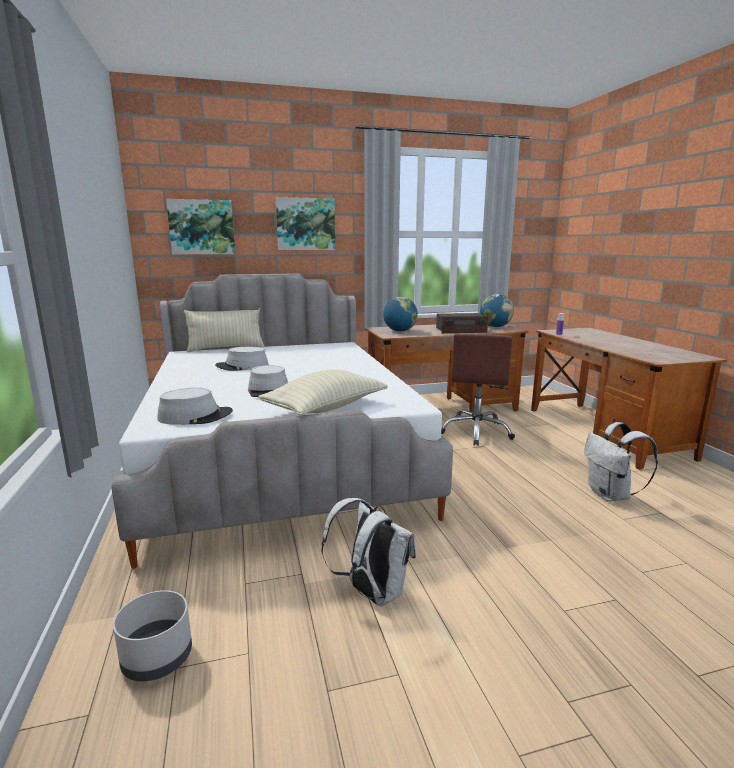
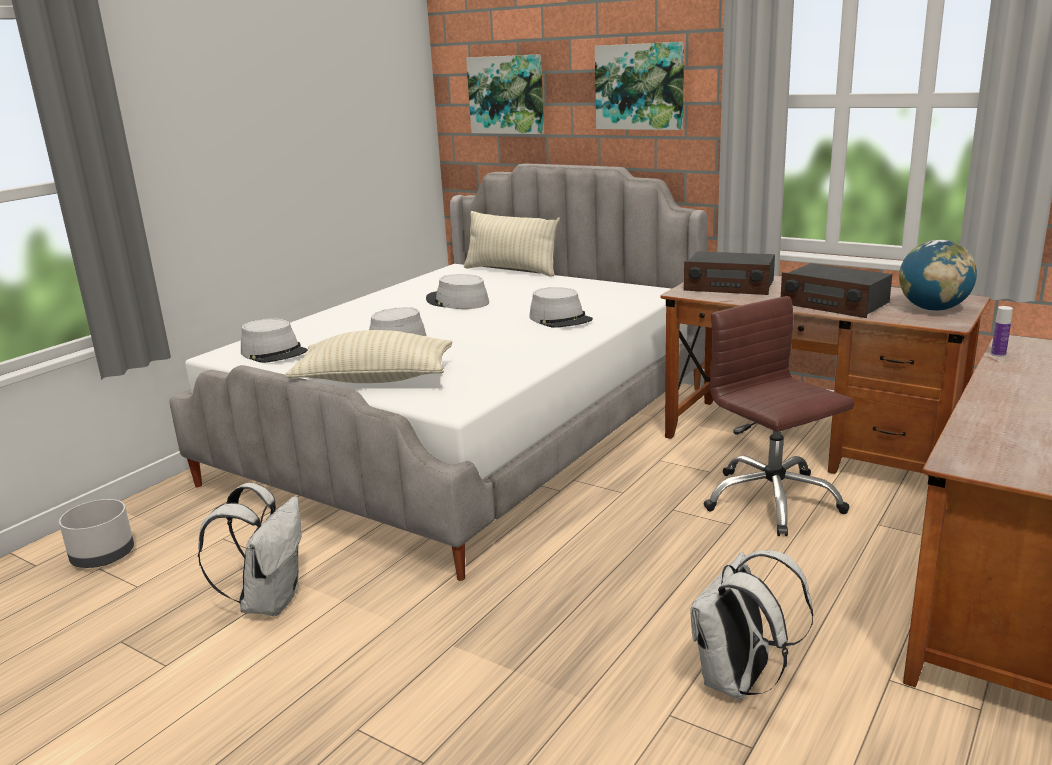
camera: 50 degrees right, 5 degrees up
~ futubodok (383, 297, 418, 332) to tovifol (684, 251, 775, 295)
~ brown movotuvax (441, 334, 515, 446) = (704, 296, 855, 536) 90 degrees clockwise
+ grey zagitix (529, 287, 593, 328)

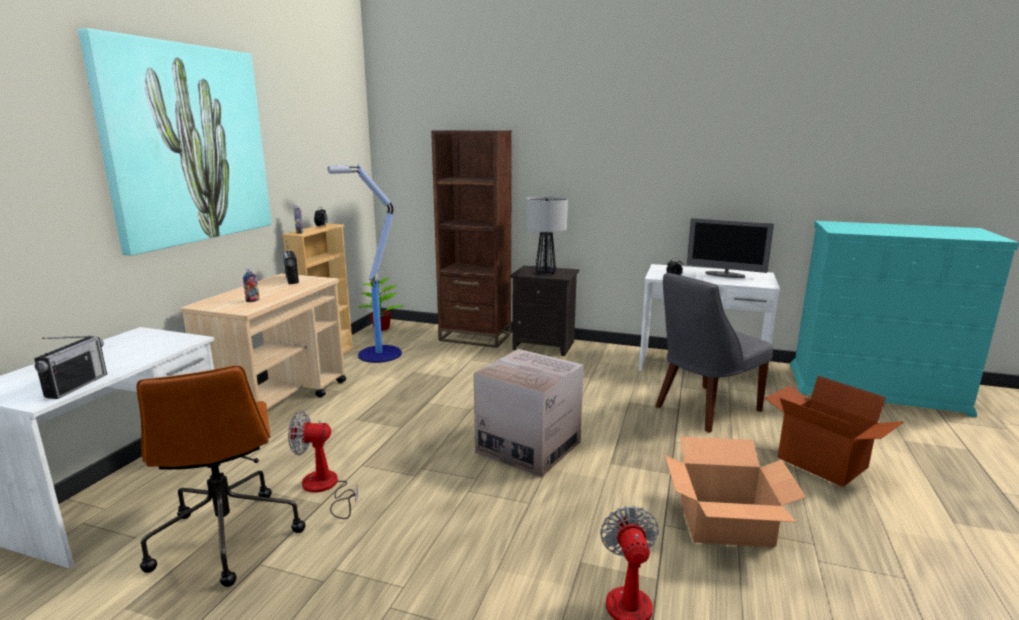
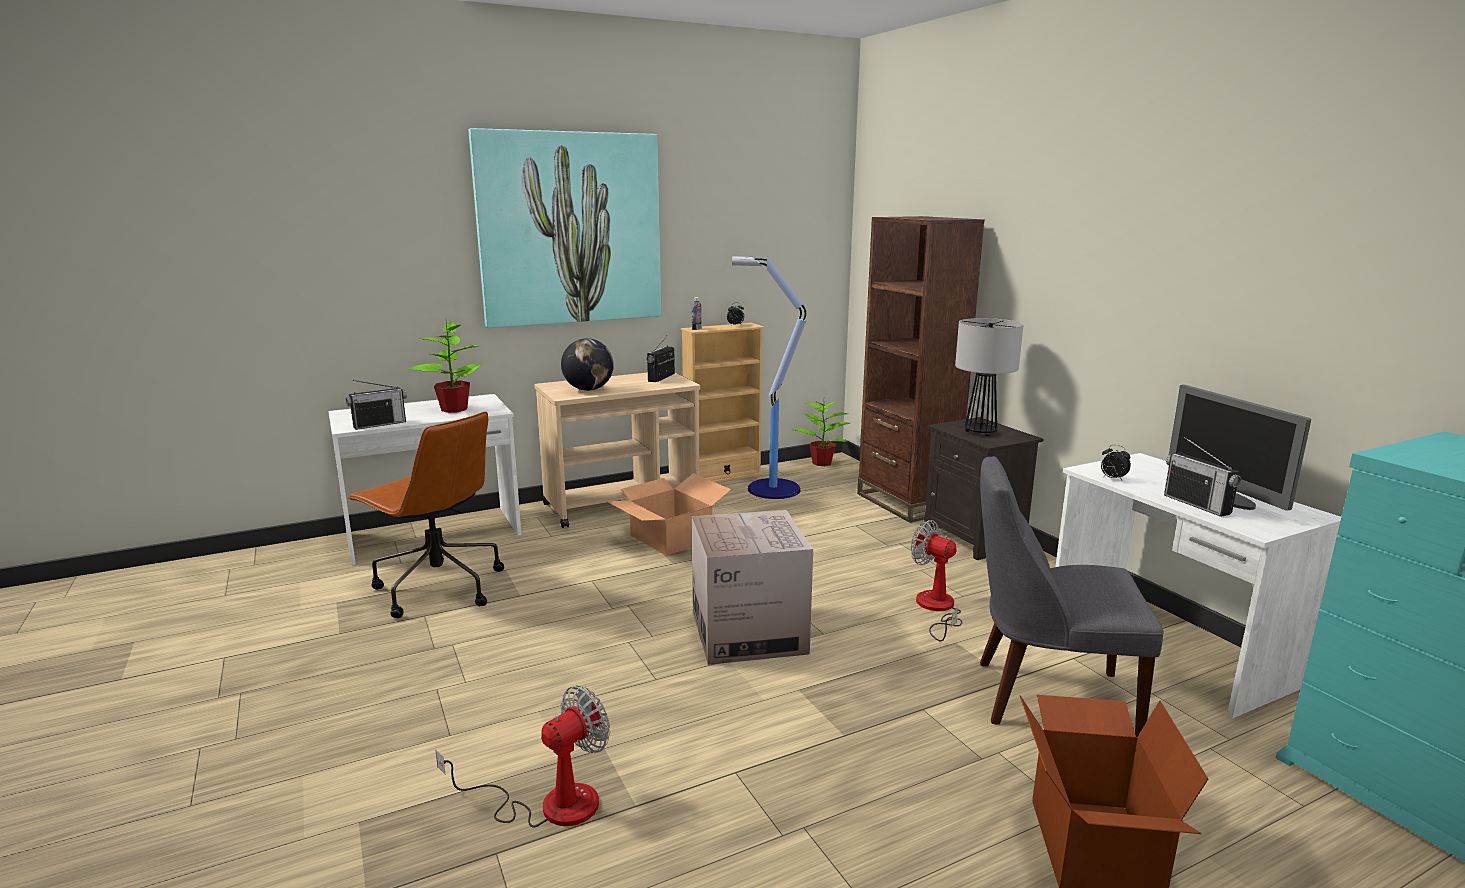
camera: 45 degrees right, 0 degrees up
~ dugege (243, 267, 259, 302) to futubodok (561, 338, 614, 391)
~ brown movotuvax (136, 365, 306, 587) = (347, 411, 504, 618) 75 degrees counterclockwise
~ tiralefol (288, 411, 358, 519) to (911, 520, 962, 641)
~ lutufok (665, 437, 806, 547) to (606, 473, 731, 556)
+ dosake (407, 318, 482, 413)
+ tovifol (1164, 437, 1241, 517)

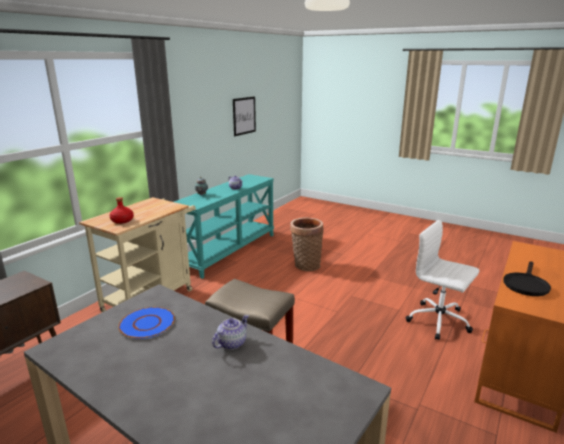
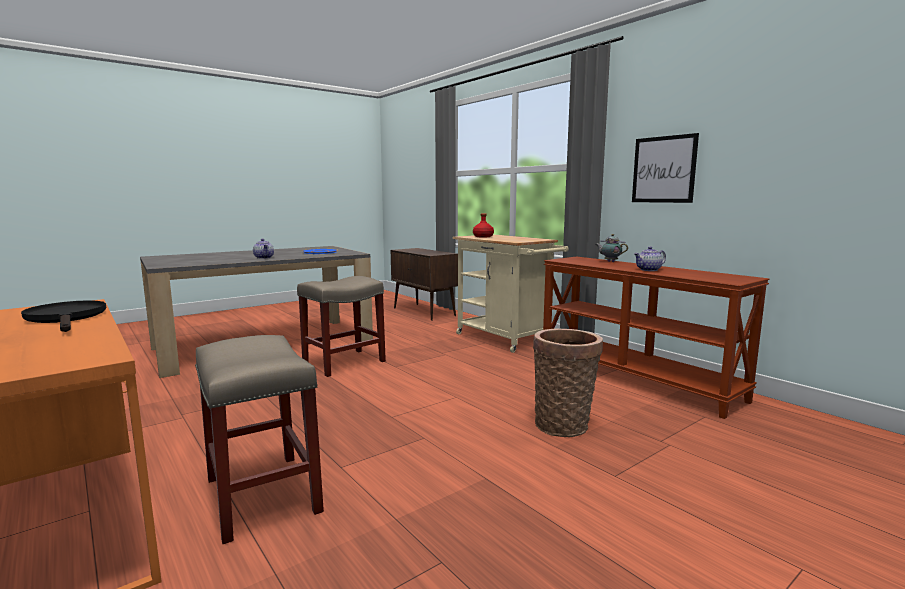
camera: 110 degrees right, 10 degrees down
~ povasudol (233, 96, 256, 136) to (632, 133, 699, 203)
~ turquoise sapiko (174, 174, 274, 279) to brown sapiko (543, 257, 769, 419)
~ white movotuvax (405, 220, 479, 340) to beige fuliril (195, 335, 324, 544)

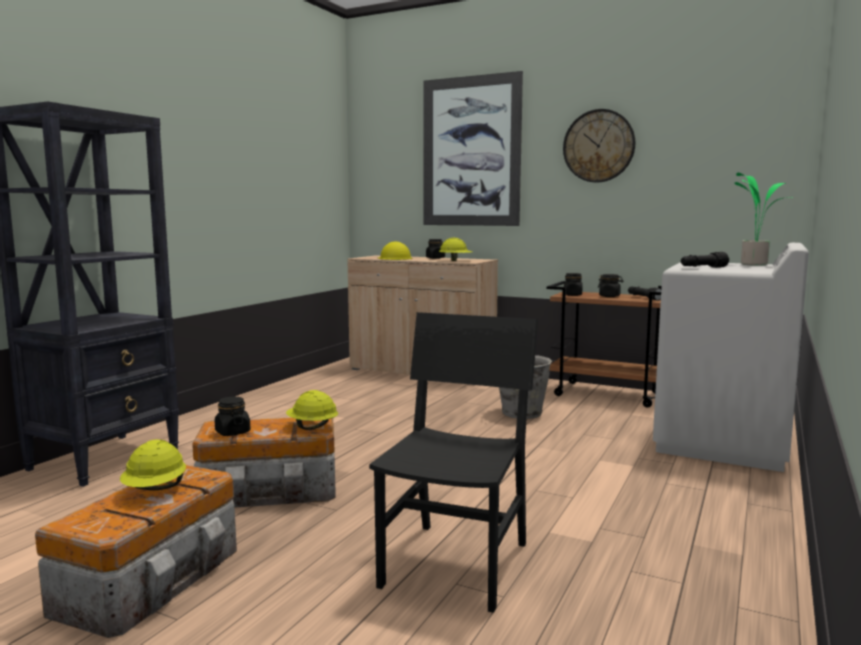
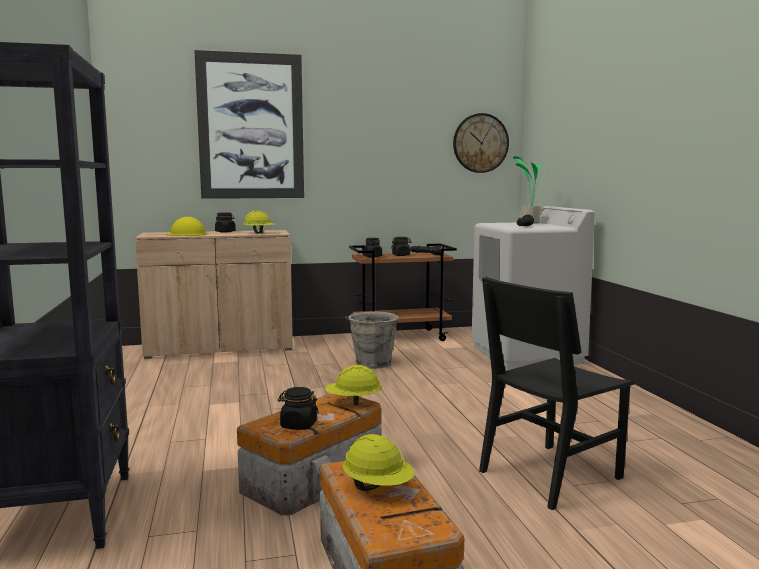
camera: 40 degrees left, 0 degrees up
~ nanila (563, 109, 635, 183) to (453, 113, 509, 173)
~ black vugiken (369, 312, 538, 613) = (479, 277, 635, 510) 105 degrees counterclockwise

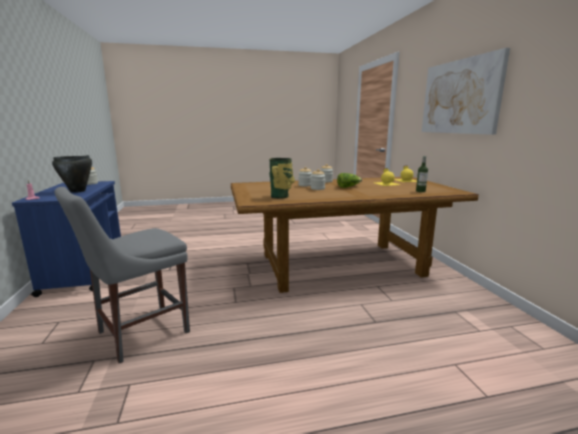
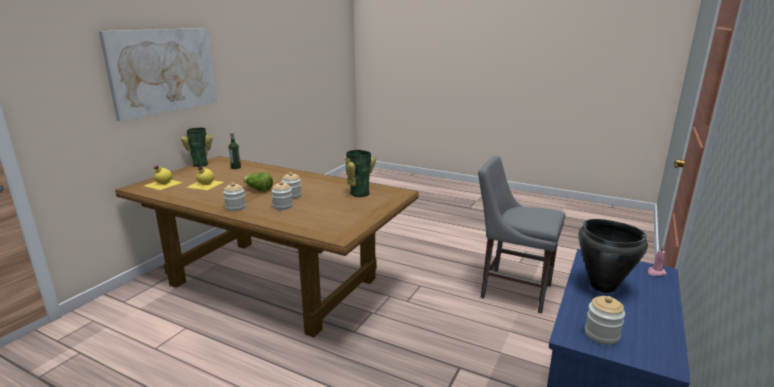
camera: 140 degrees left, 5 degrees up
~ grey vugiken (55, 187, 190, 363) = (478, 156, 565, 314) 150 degrees counterclockwise
+ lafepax (181, 128, 212, 167)

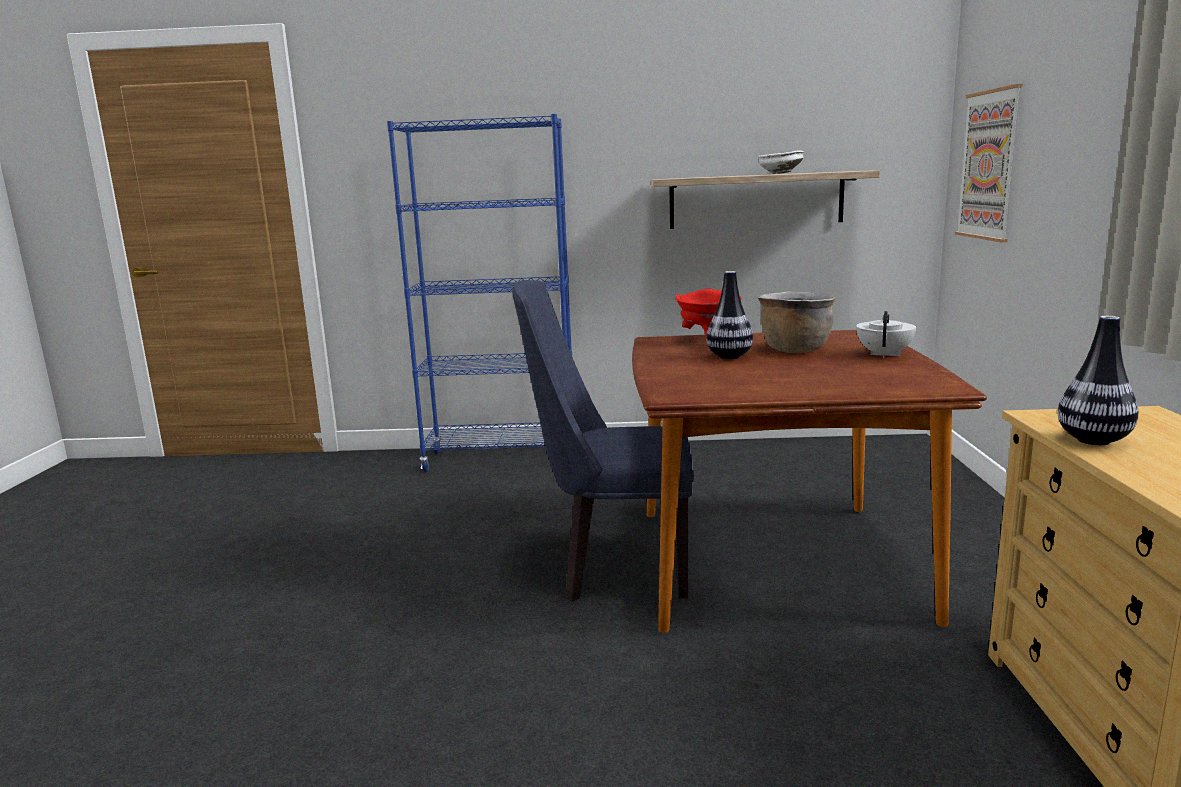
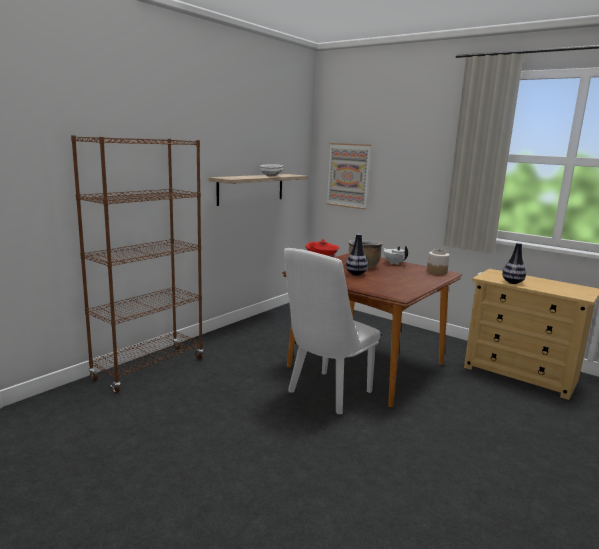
camera: 55 degrees left, 0 degrees up
~ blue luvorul (387, 114, 572, 472) to brown luvorul (71, 135, 204, 393)
~ blue vugiken (512, 280, 694, 602) to white vugiken (284, 248, 381, 414)
+ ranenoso (427, 249, 450, 275)

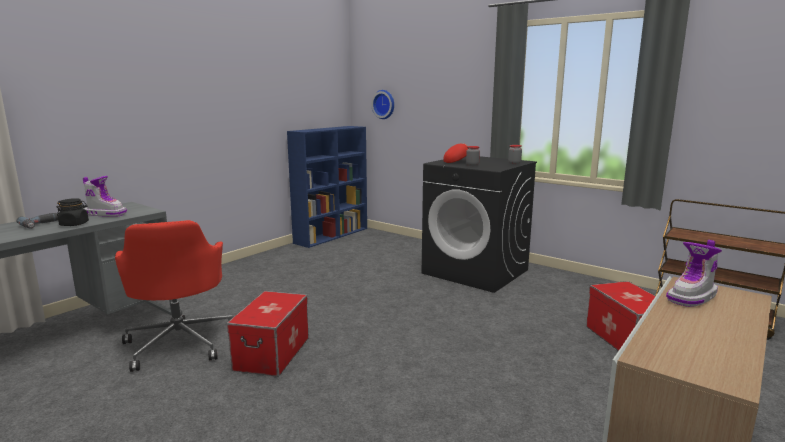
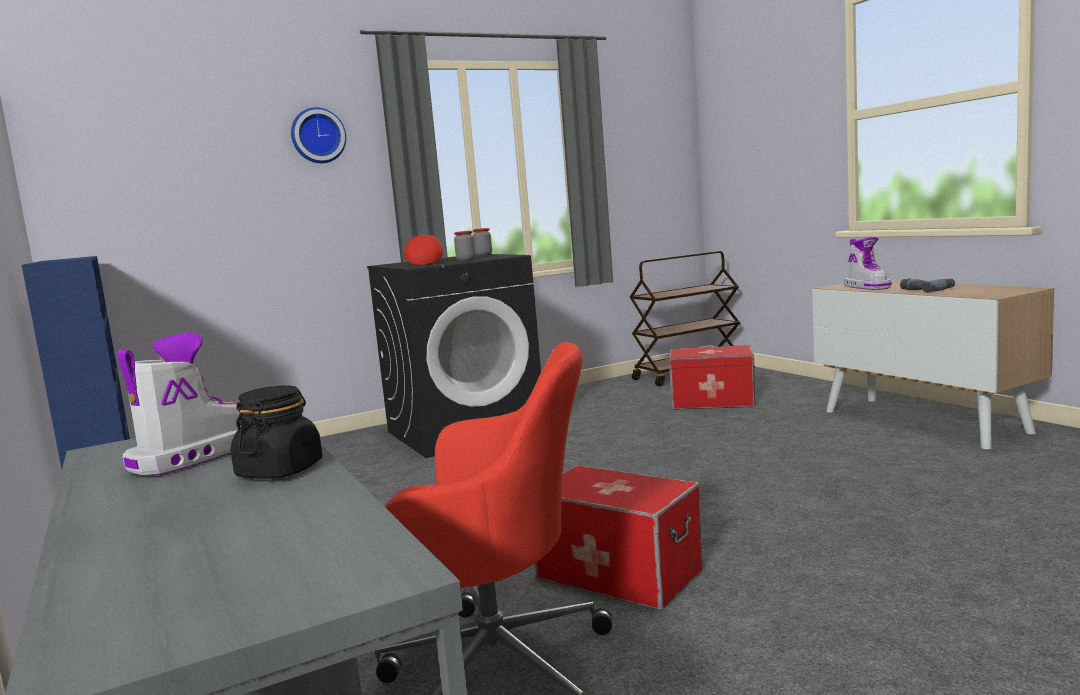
camera: 65 degrees left, 5 degrees down
~ nanila (371, 90, 394, 119) to (291, 107, 346, 163)
~ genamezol (16, 213, 58, 229) to (900, 279, 955, 292)

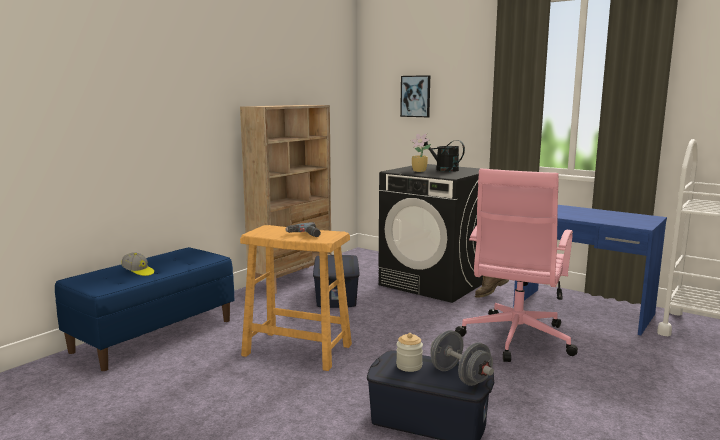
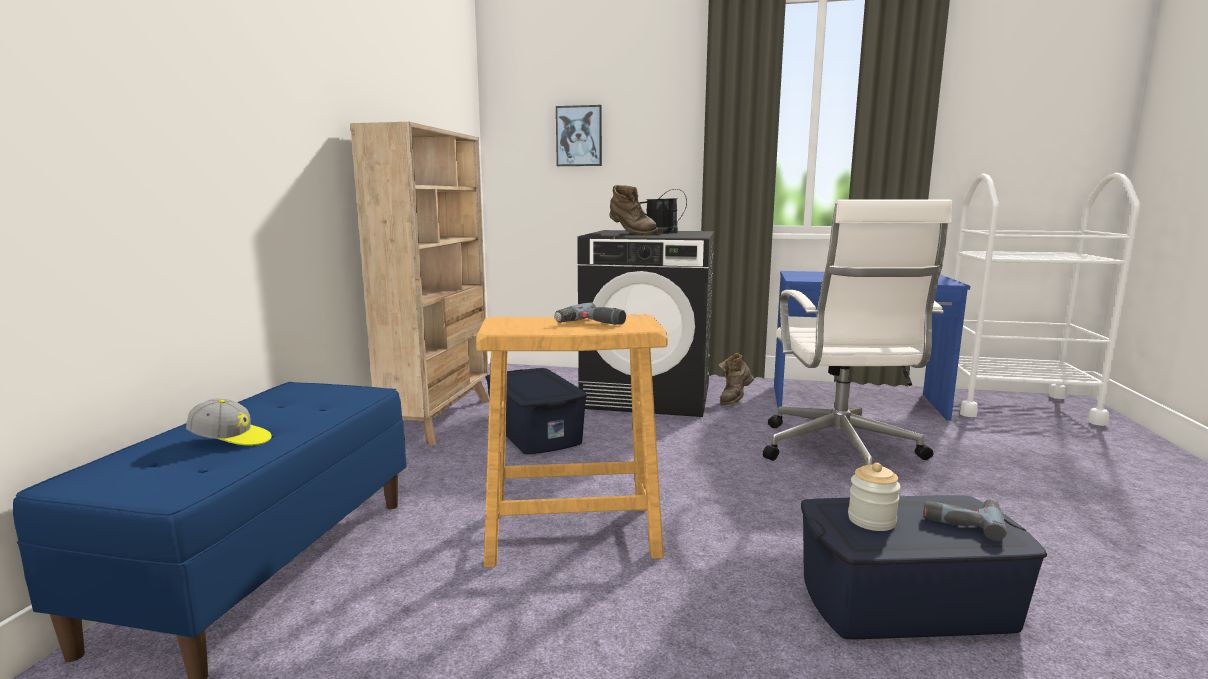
camera: 25 degrees left, 0 degrees up
~ dosake (410, 134, 431, 172) to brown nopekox (609, 185, 658, 235)
~ pink movotuvax (455, 169, 578, 362) to white movotuvax (763, 200, 952, 465)
~ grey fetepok (430, 330, 494, 386) to genamezol (923, 500, 1007, 541)

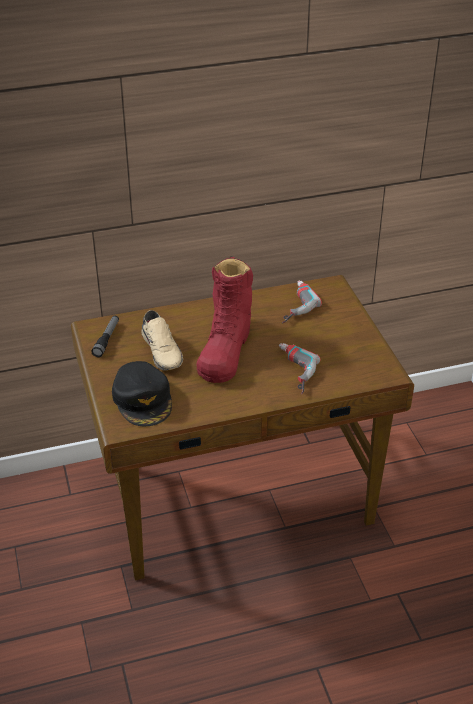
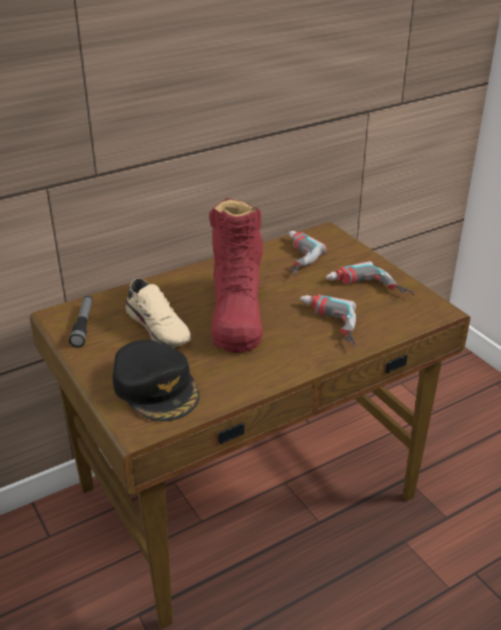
camera: 15 degrees left, 5 degrees down
+ genamezol (326, 261, 414, 295)

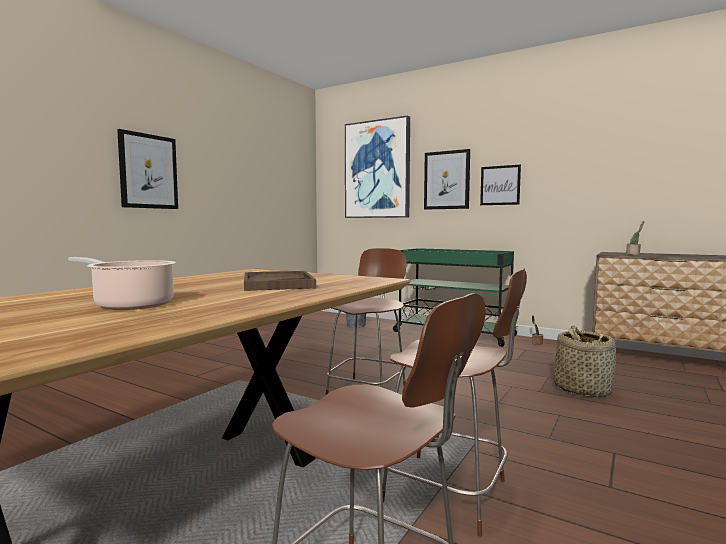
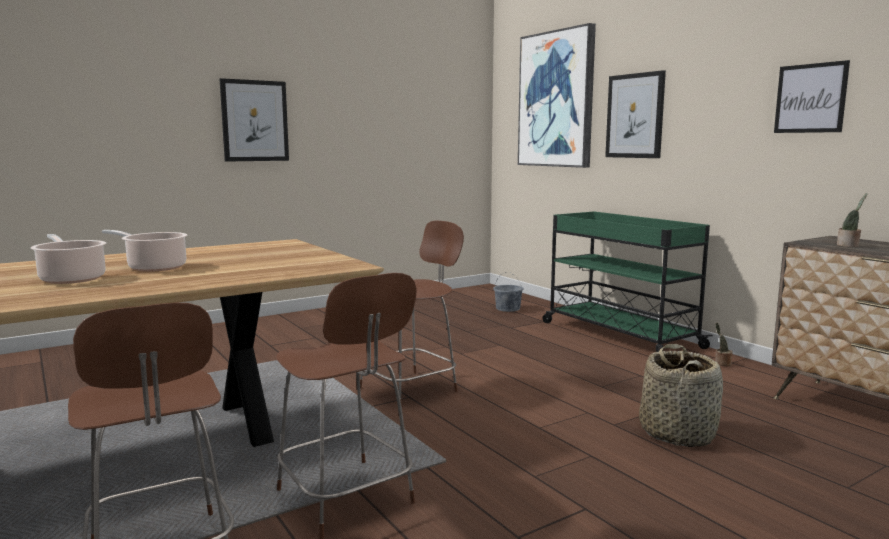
camera: 25 degrees right, 5 degrees up
~ povasudol (480, 165, 521, 205) to (774, 60, 850, 133)
- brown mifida (244, 271, 316, 291)
+ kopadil (102, 230, 187, 272)

